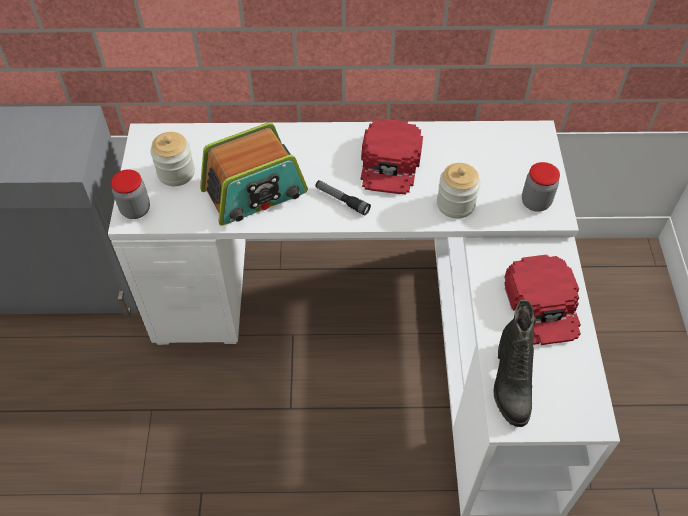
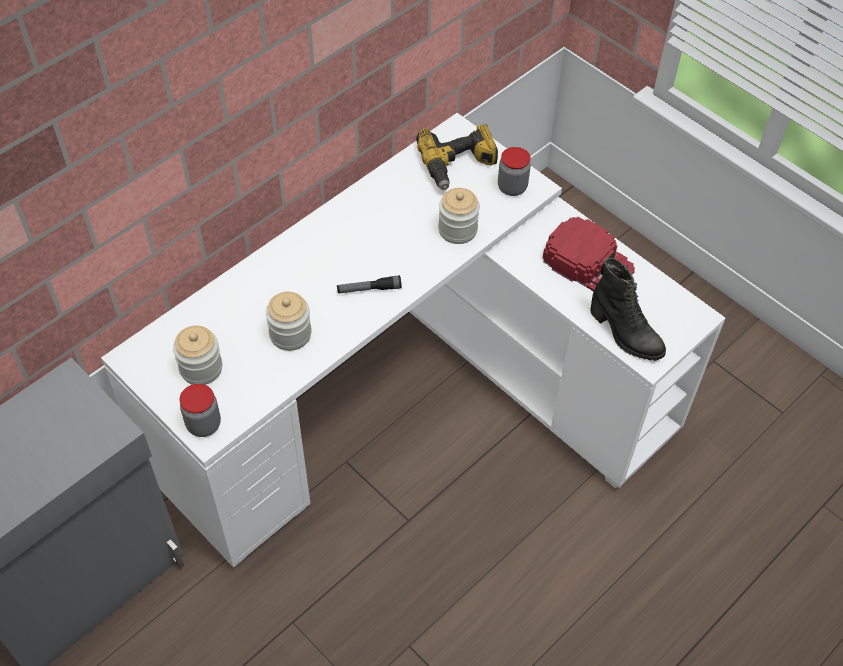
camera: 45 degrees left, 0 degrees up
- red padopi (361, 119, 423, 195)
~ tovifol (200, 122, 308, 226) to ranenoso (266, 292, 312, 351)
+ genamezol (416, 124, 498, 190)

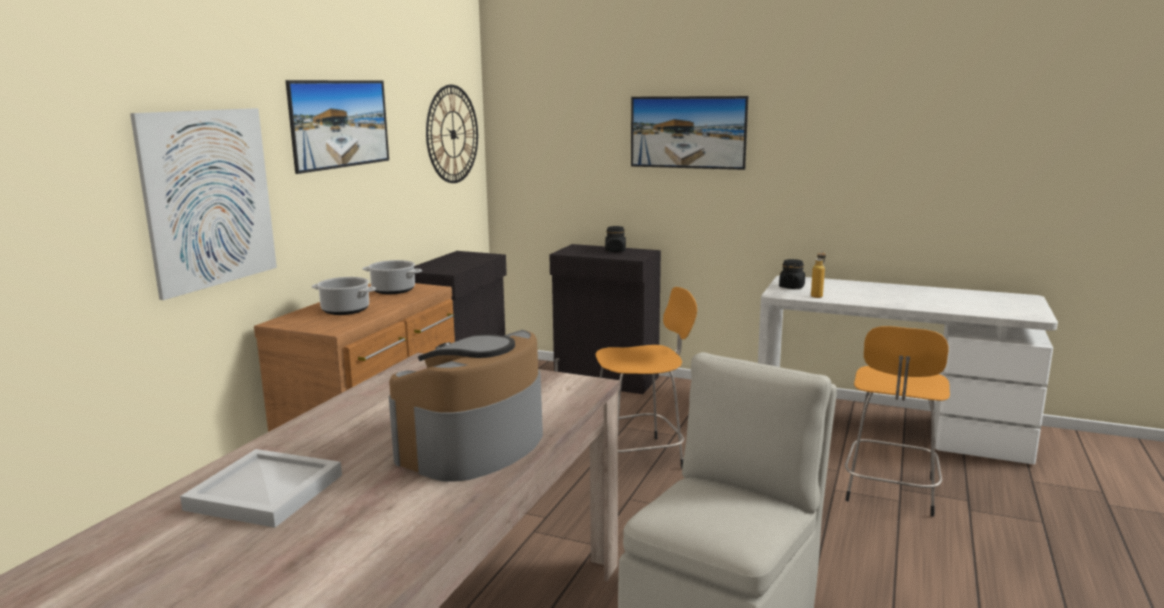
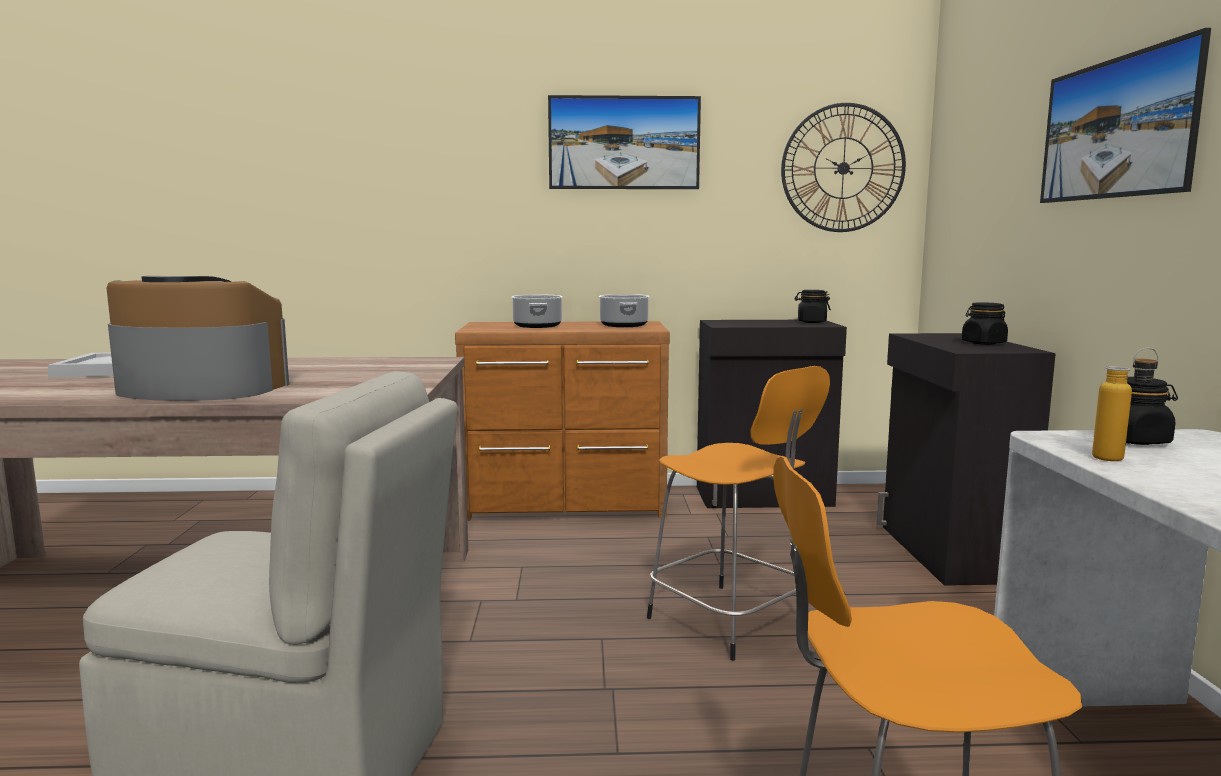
camera: 65 degrees right, 5 degrees down
- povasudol (130, 108, 277, 300)
+ black ranenoso (795, 290, 831, 323)

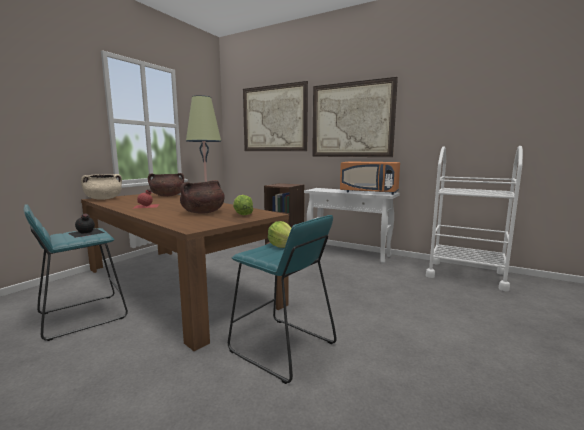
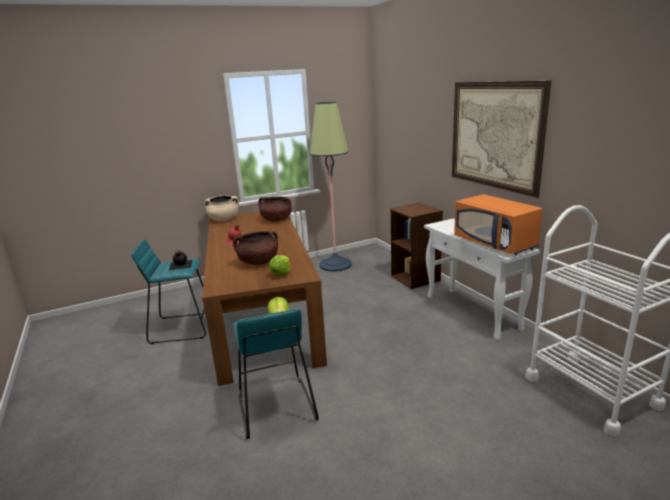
camera: 35 degrees right, 10 degrees up
- povasudol (243, 81, 308, 151)

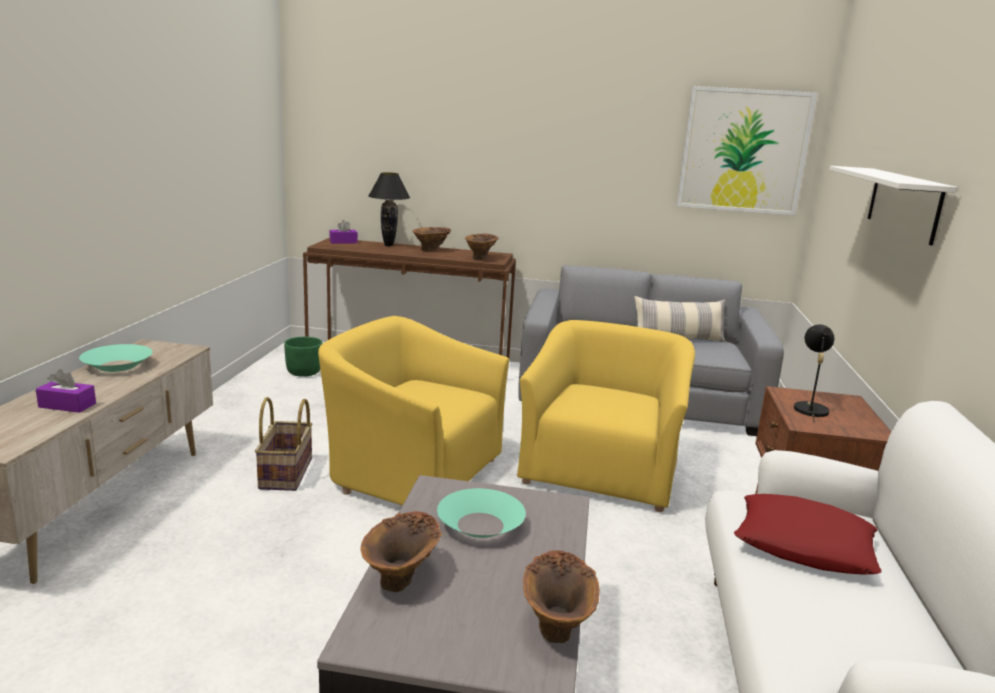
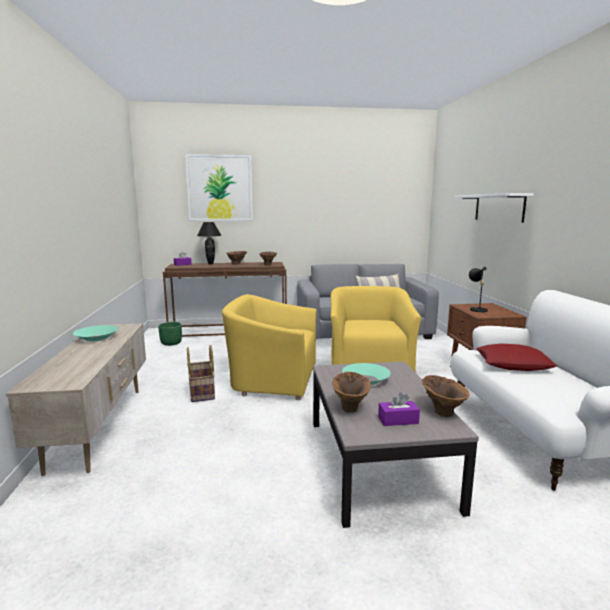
camera: 15 degrees left, 5 degrees down
~ povasudol (677, 86, 818, 215) to (185, 154, 253, 221)
~ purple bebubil (36, 369, 96, 413) to (378, 392, 420, 426)

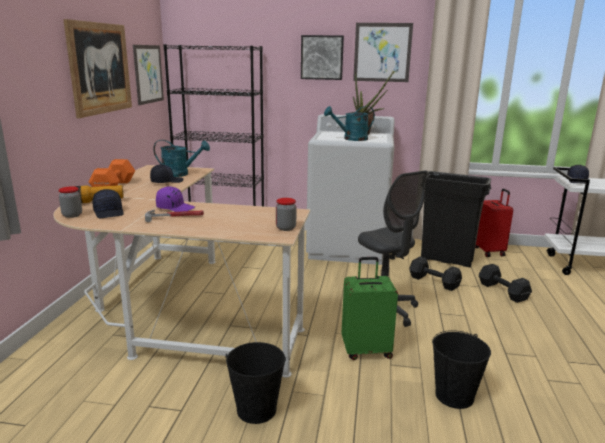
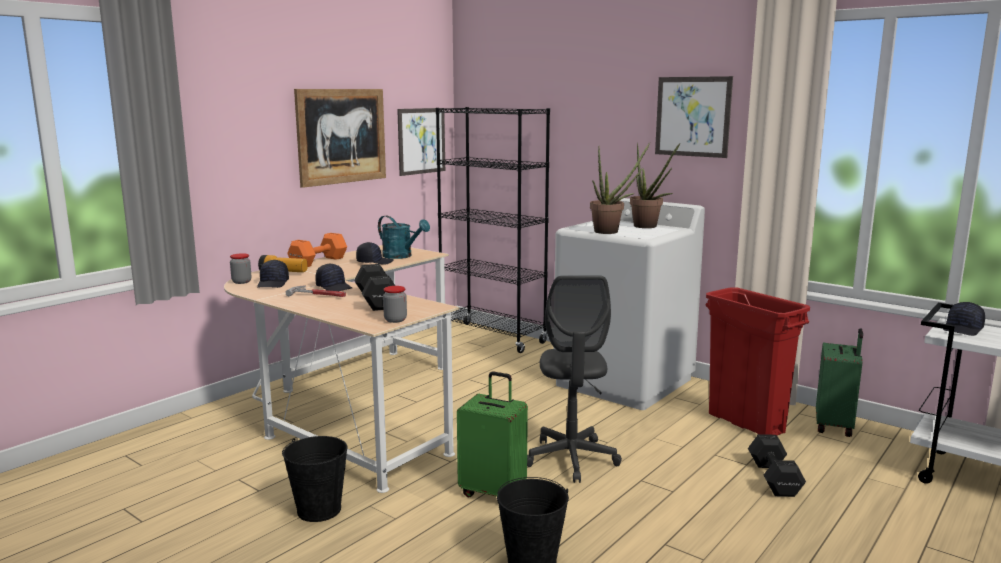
camera: 30 degrees right, 5 degrees down
- povasudol (301, 35, 344, 80)
~ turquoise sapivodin (324, 106, 375, 141) to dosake (590, 142, 650, 234)
~ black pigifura (421, 171, 491, 267) to red pigifura (706, 287, 810, 435)
~ purple padopi (156, 186, 195, 212) to black padopi (315, 263, 352, 291)
~ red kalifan (475, 189, 513, 257) to green kalifan (816, 328, 863, 437)
~ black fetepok (409, 256, 462, 291) to (354, 264, 395, 311)

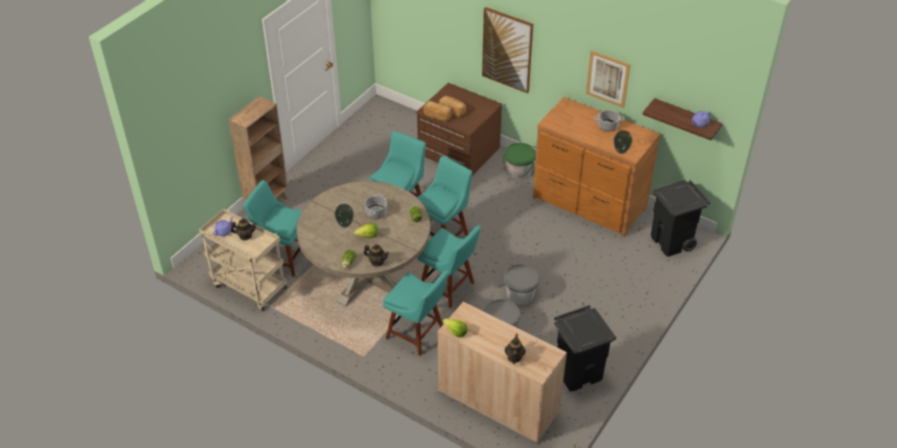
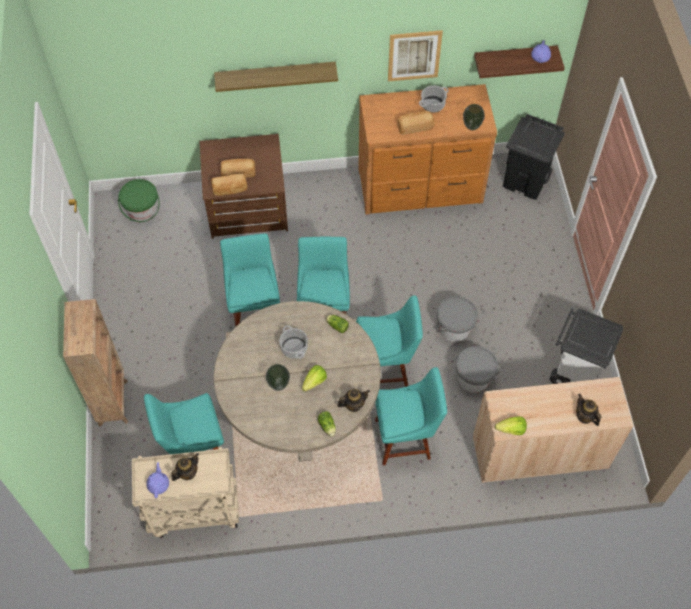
camera: 40 degrees left, 15 degrees up
~ povasudol (482, 7, 533, 93) to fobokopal (214, 62, 338, 92)
~ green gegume (503, 143, 536, 179) to (118, 179, 160, 223)
~ black pigifura (554, 305, 616, 391) to white pigifura (550, 308, 623, 384)
+ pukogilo (397, 111, 435, 135)

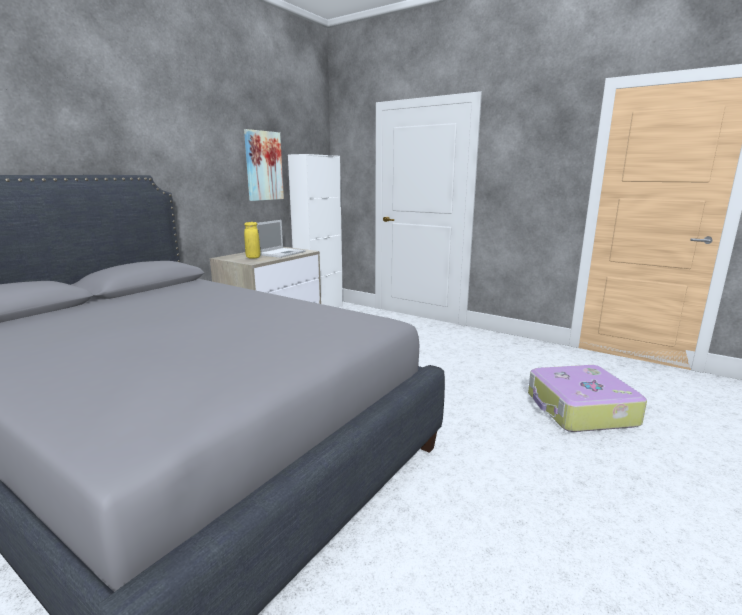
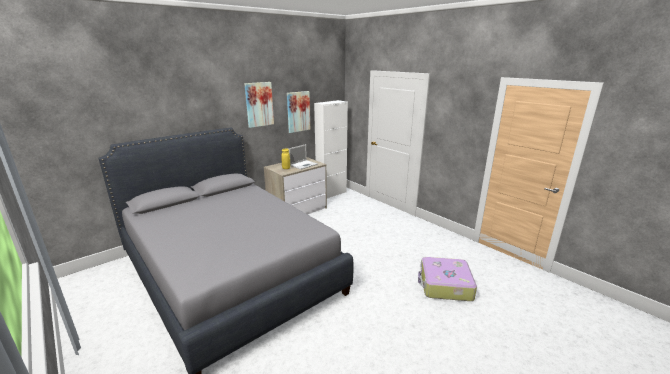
camera: 15 degrees right, 5 degrees up
+ povasudol (244, 82, 274, 128)

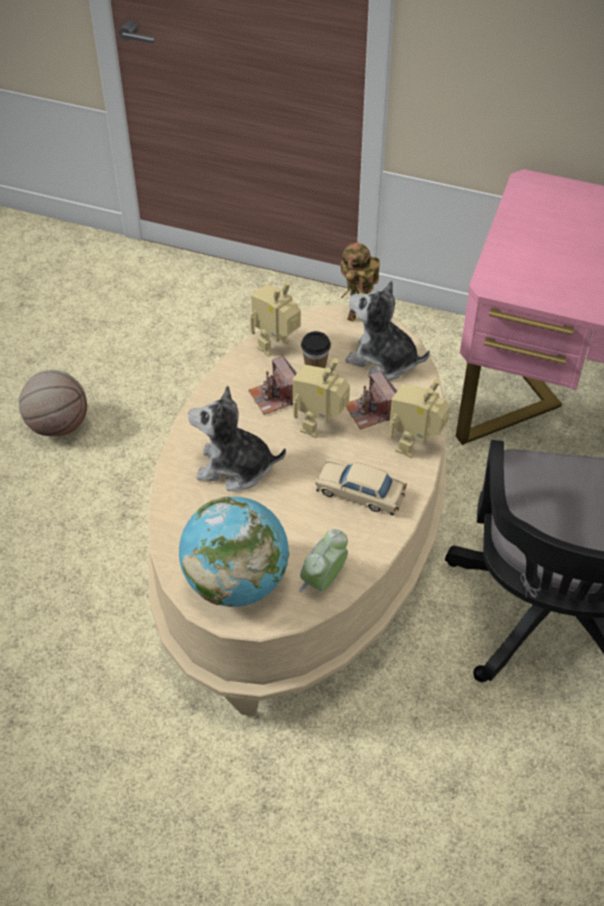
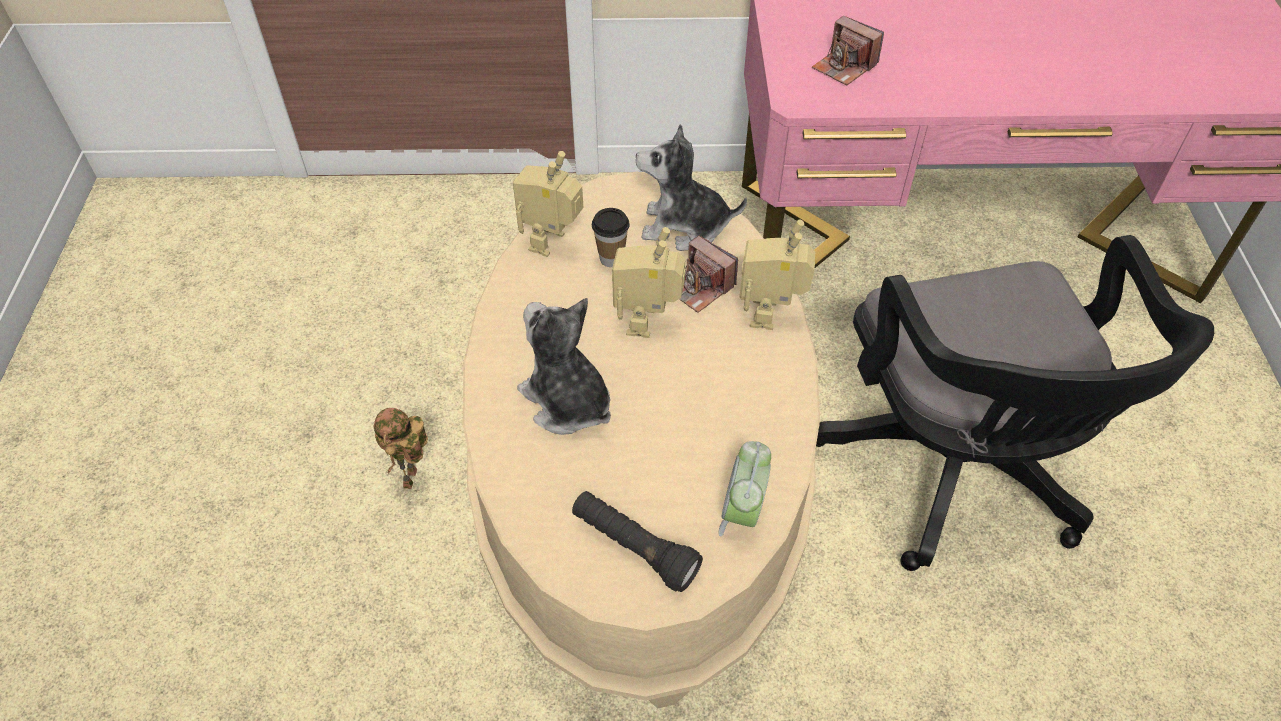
camera: 20 degrees left, 0 degrees up
~ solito (340, 243, 380, 322) to (374, 408, 428, 489)
~ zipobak (248, 356, 297, 415) to (812, 16, 884, 85)
- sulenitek (19, 370, 87, 436)
~ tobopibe (188, 385, 286, 491) = (517, 298, 611, 435) 60 degrees clockwise
- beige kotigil (315, 457, 407, 515)
~ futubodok (179, 497, 289, 607) to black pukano (572, 491, 703, 592)

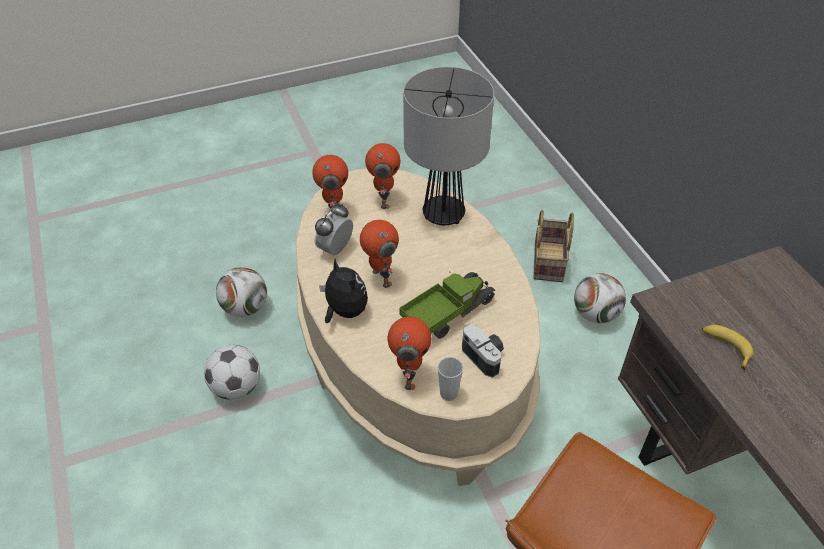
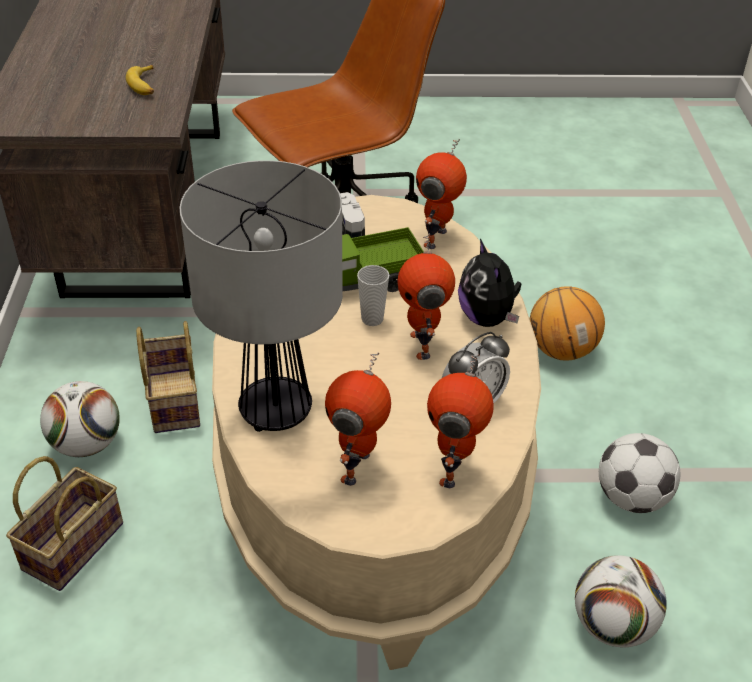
camera: 160 degrees left, 5 degrees down
~ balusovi (438, 357, 463, 401) to (357, 265, 390, 326)
+ sulenitek (530, 286, 605, 361)
+ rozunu (136, 321, 200, 433)

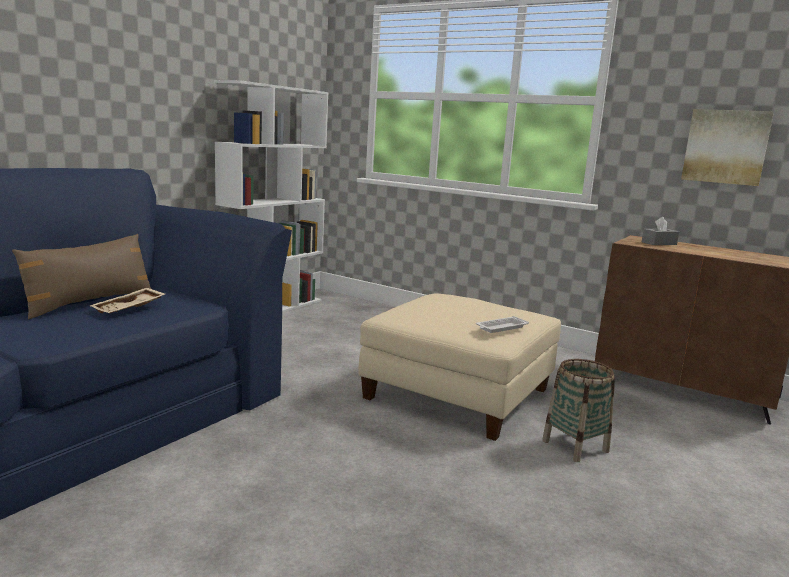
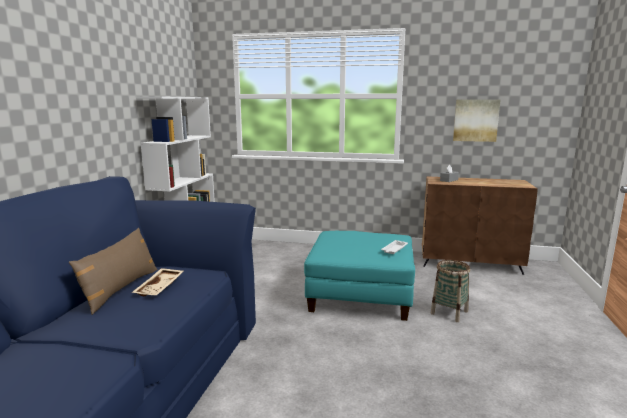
camera: 20 degrees left, 0 degrees up
~ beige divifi (358, 293, 561, 441) to turquoise divifi (304, 231, 415, 321)

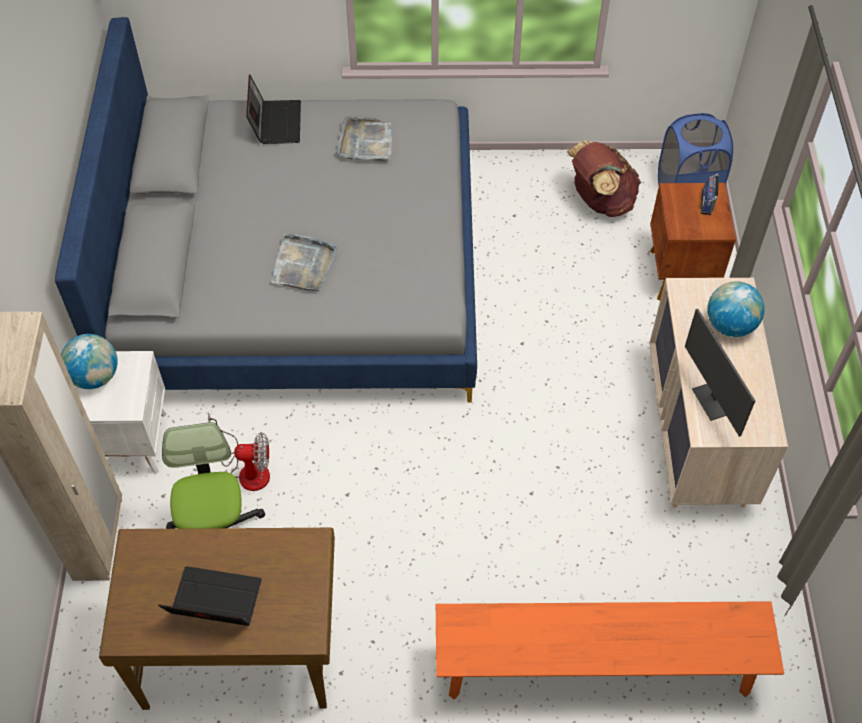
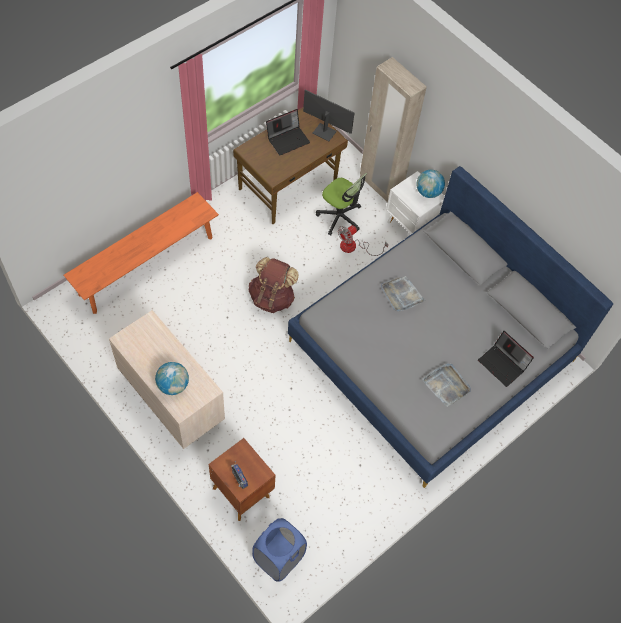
camera: 135 degrees right, 5 degrees up
~ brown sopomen (567, 140, 641, 217) to (249, 257, 299, 313)
~ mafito (685, 309, 755, 437) to (303, 90, 355, 141)

